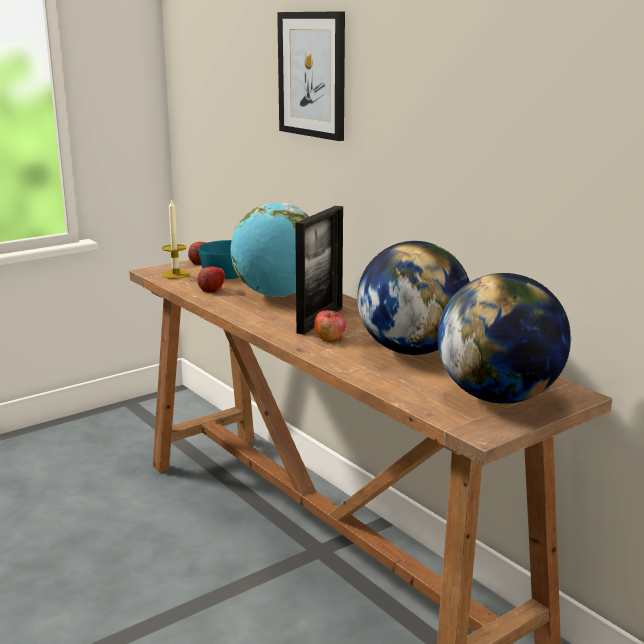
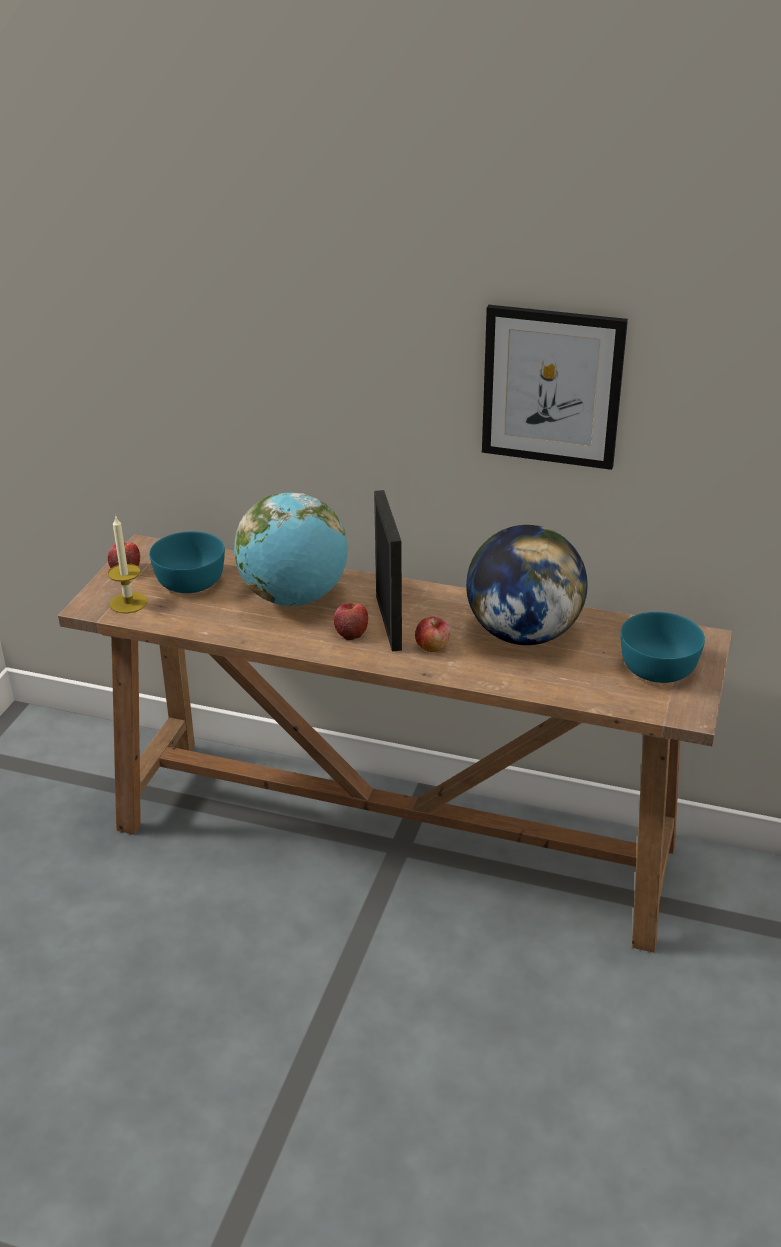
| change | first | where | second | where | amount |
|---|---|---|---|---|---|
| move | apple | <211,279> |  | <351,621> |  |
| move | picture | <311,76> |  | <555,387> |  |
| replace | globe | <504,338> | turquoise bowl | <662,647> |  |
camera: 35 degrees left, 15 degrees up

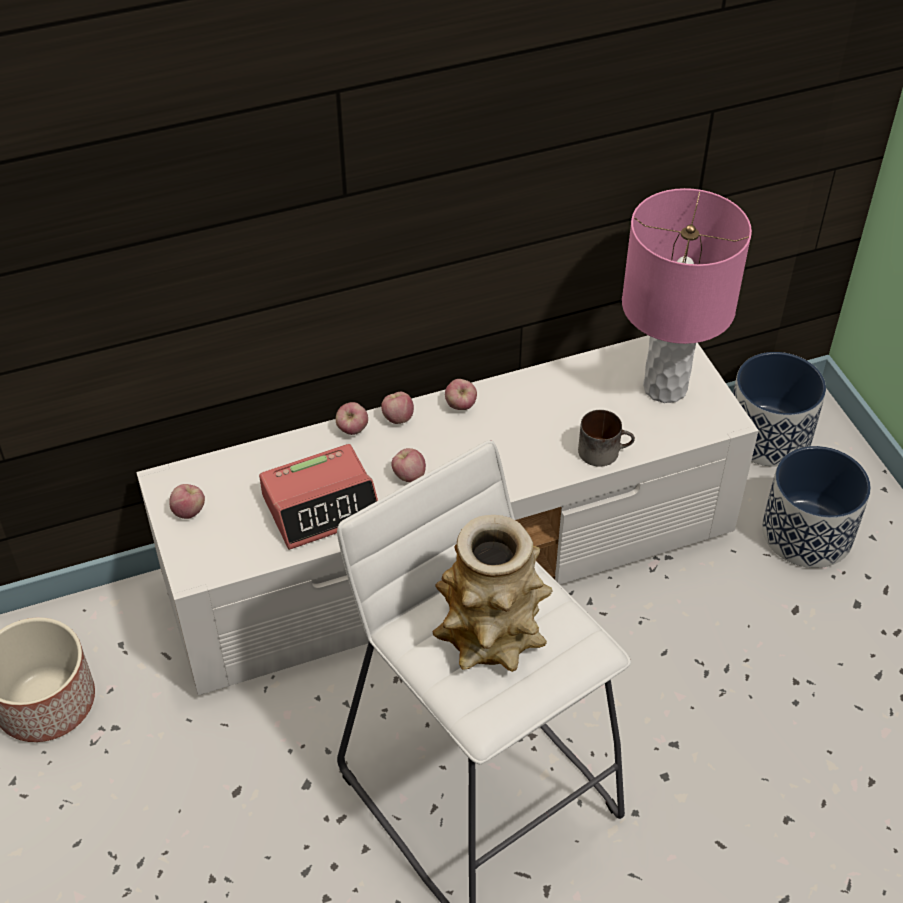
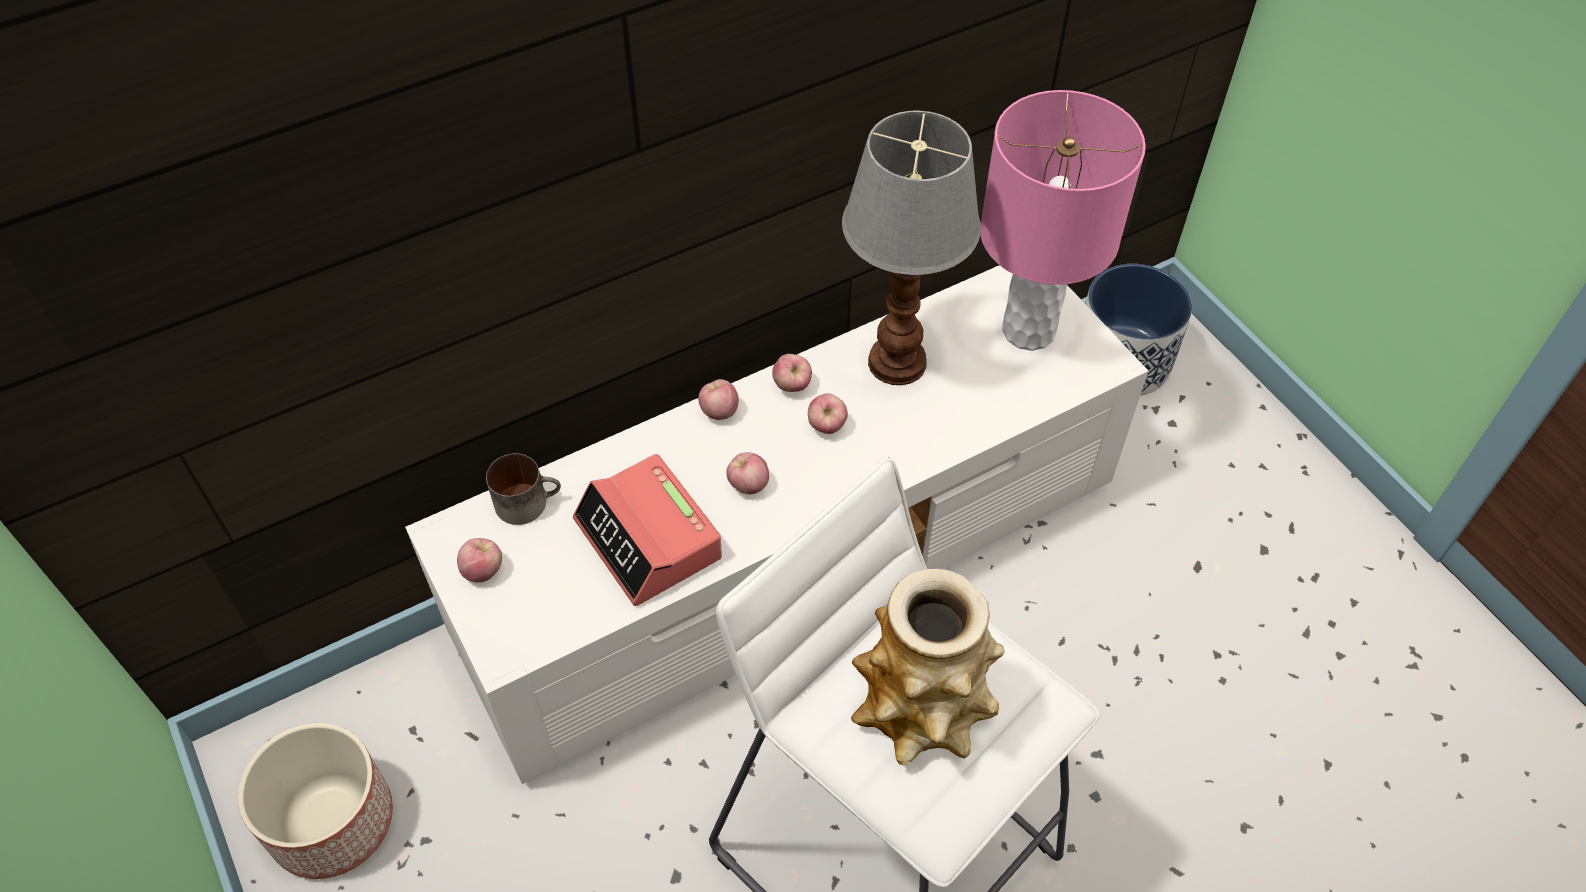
| change | first | where | second | where | amount |
|---|---|---|---|---|---|
| move | mug | <606,438> |  | <523,489> |  |
| rotate | alarm clock | <318,497> |  | <647,530> | 90 degrees clockwise |
| move | apple | <352,418> |  | <828,413> |  |
| insert |  |  | table lamp | <911,248> |  |
| delete | planter | <816,507> |  |  |  |
camera: 10 degrees left, 5 degrees up

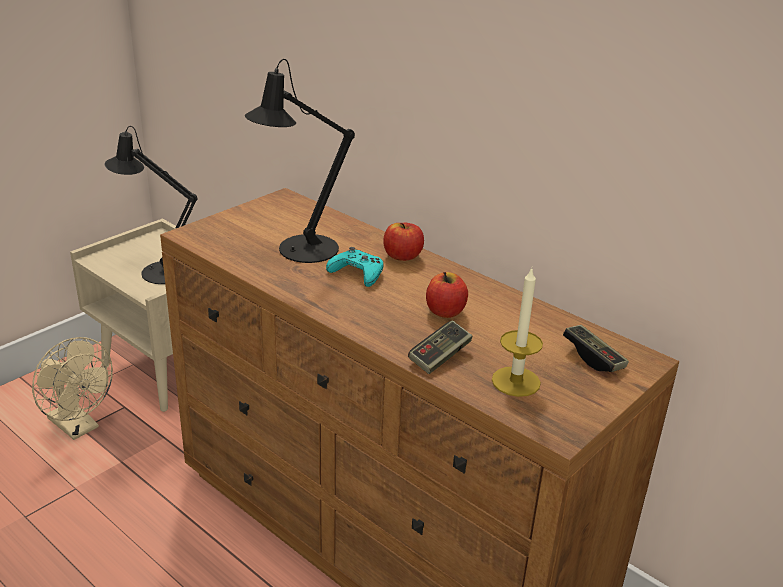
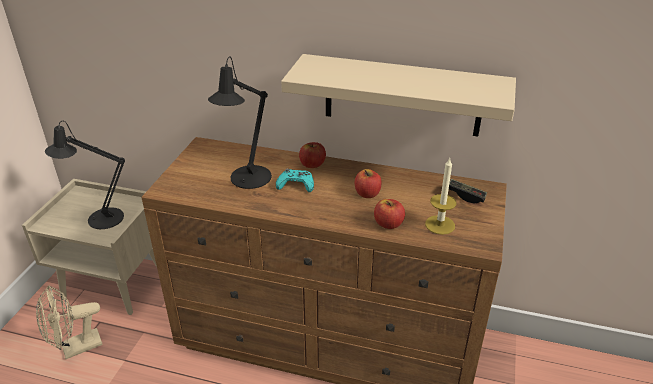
| change | first | where | second | where | amount |
|---|---|---|---|---|---|
| rotate | beige fan | <72,388> |  | <69,322> | 135 degrees clockwise |
| insert |  |  | beige shelf | <398,95> |  |
| replace | game controller | <440,347> | apple | <389,214> |  |
camera: 25 degrees left, 5 degrees up

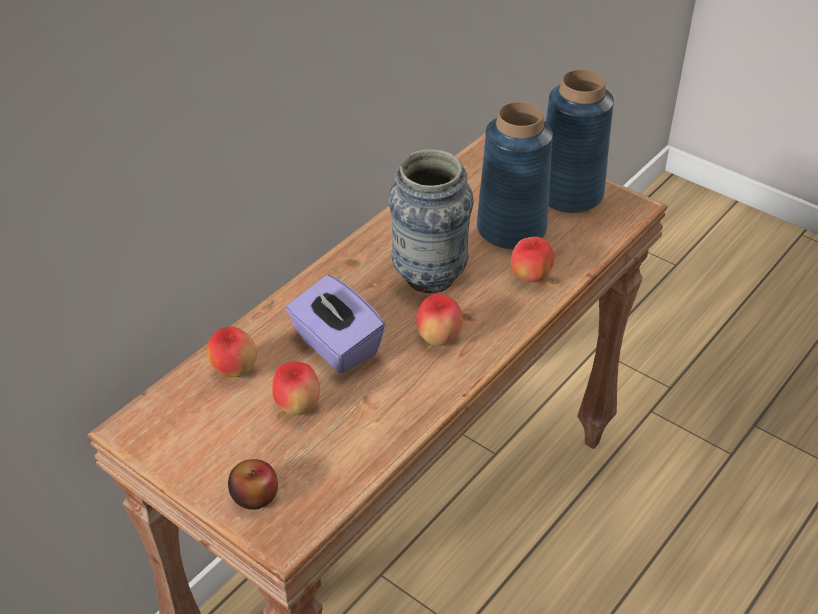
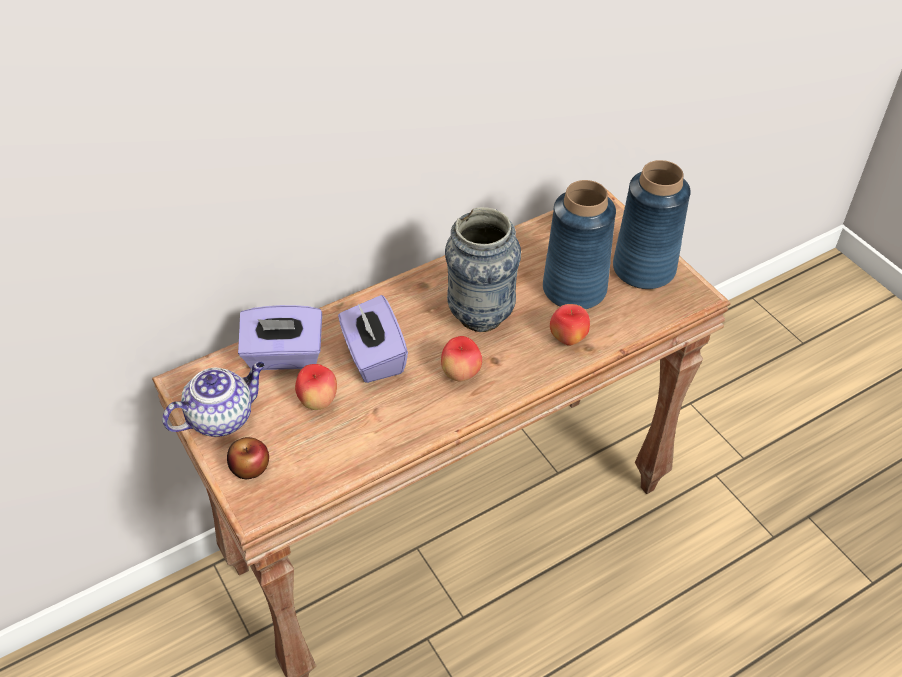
| change | first | where | second | where | amount |
|---|---|---|---|---|---|
| insert |  |  | teapot | <213,399> |  |
| replace | apple | <232,352> | purple tissue box | <280,337> |  |
camera: 20 degrees right, 5 degrees up

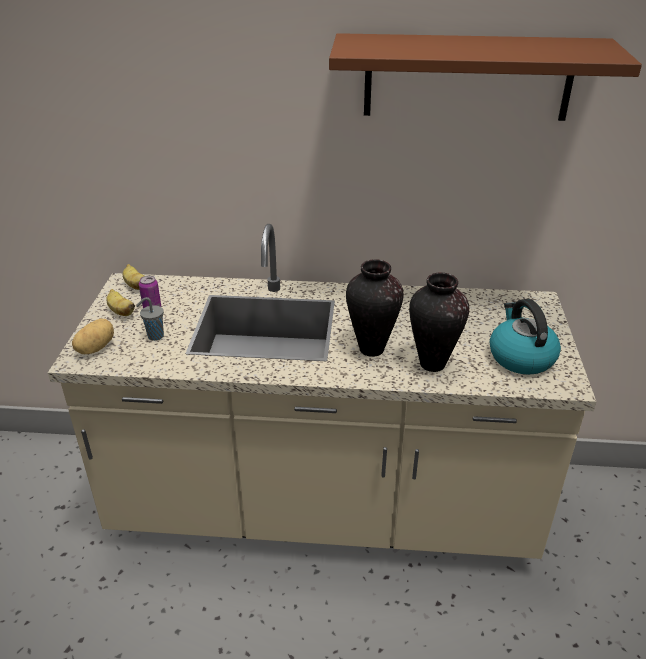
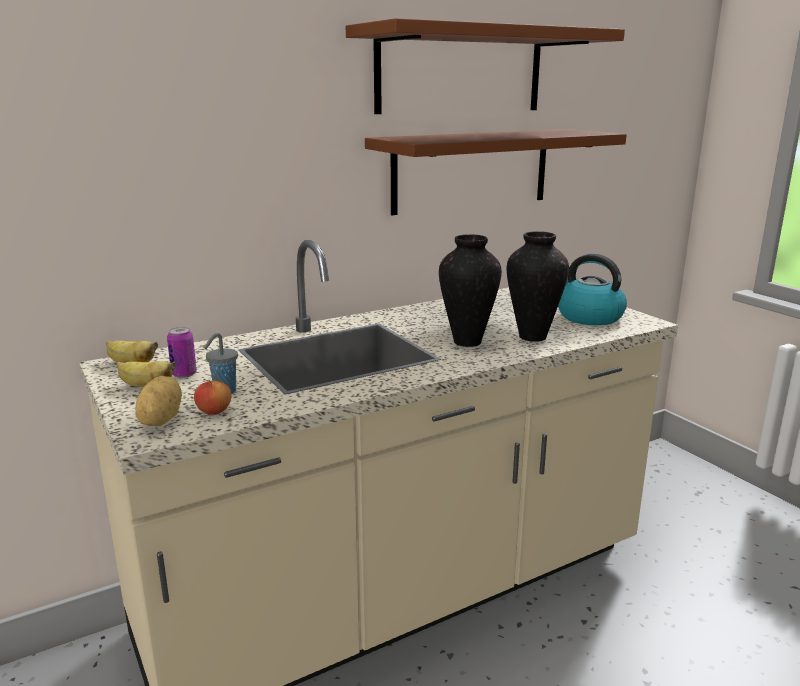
| change | first | where | second | where | amount |
|---|---|---|---|---|---|
| insert |  |  | apple | <212,397> |  |
| insert |  |  | brown shelf | <496,172> |  |
camera: 35 degrees left, 15 degrees down

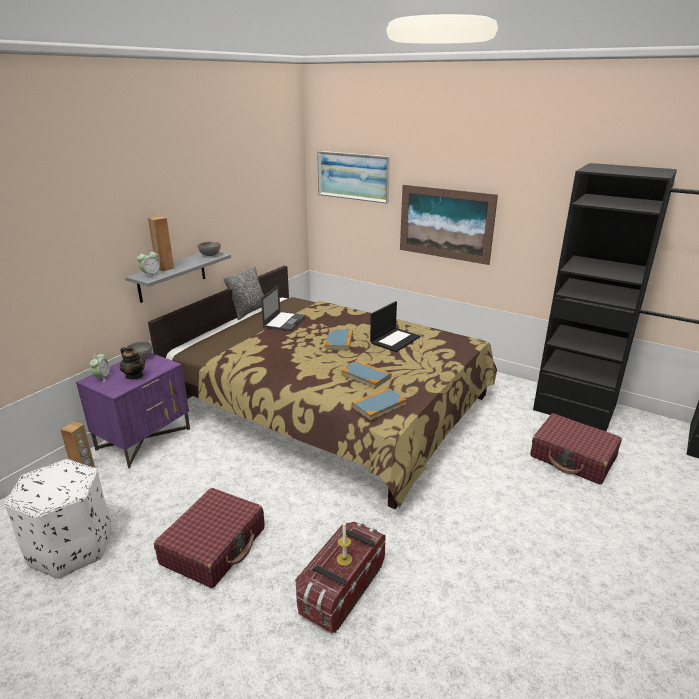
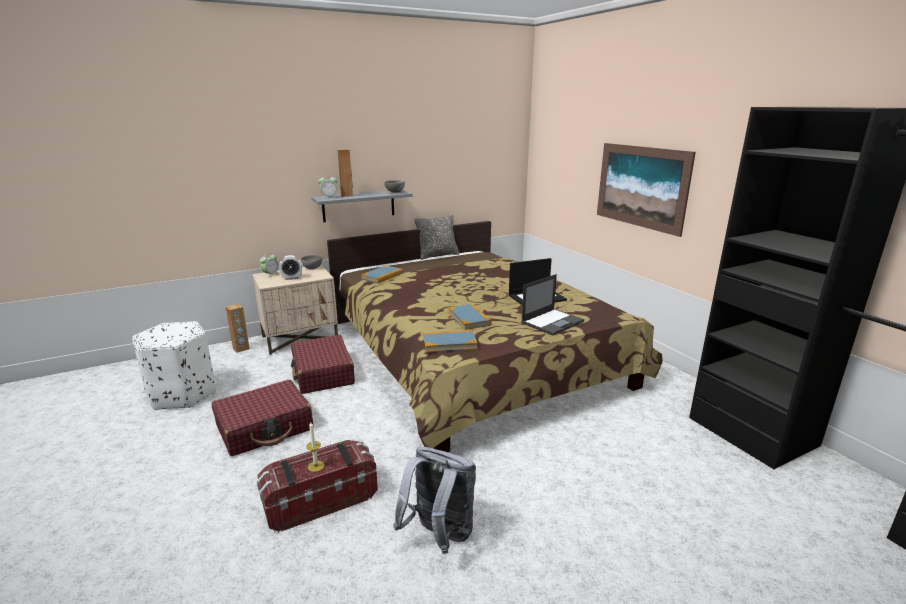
| change | first | where | second | where | amount |
|---|---|---|---|---|---|
| recolor | purple nightstand | <133,410> | beige nightstand | <295,310> |  |
| replace | teapot | <132,362> | alarm clock | <291,267> |  |
| move | red suitcase | <576,448> |  | <323,364> |  |
| move | book | <339,340> |  | <382,274> |  |
| insert |  |  | grey backpack | <434,500> |  |
| move | laptop | <283,308> |  | <552,304> |  |
| delete | picture | <353,177> |  |  |  |
camera: 30 degrees right, 5 degrees down

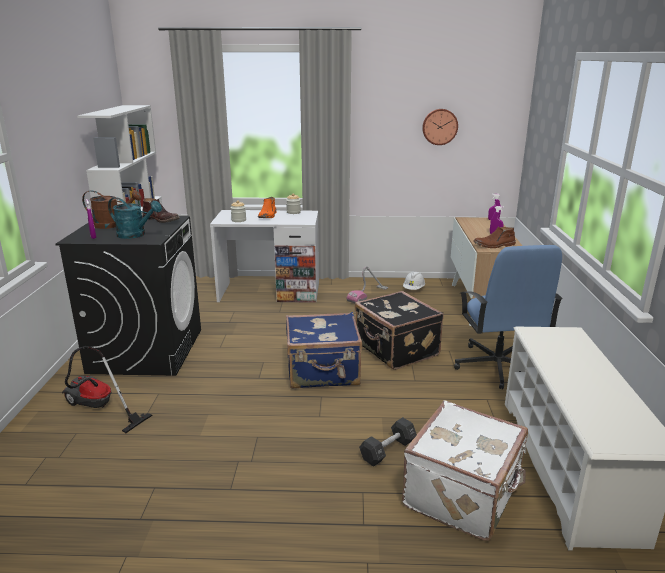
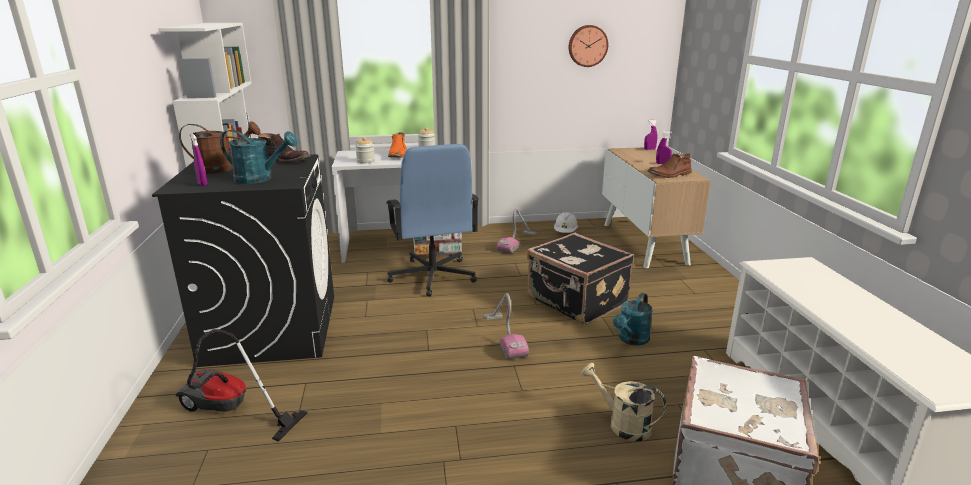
| change | first | where | second | where | amount |
|---|---|---|---|---|---|
| move | blue office chair | <508,317> |  | <432,220> |  |
| replace | blue suitcase | <324,350> | vacuum cleaner | <506,326> |  |
| replace | black dumbbell | <388,442> | beige watering can | <623,402> |  |
| insert |  |  | turquoise watering can | <632,319> |  |
camera: 10 degrees left, 0 degrees up

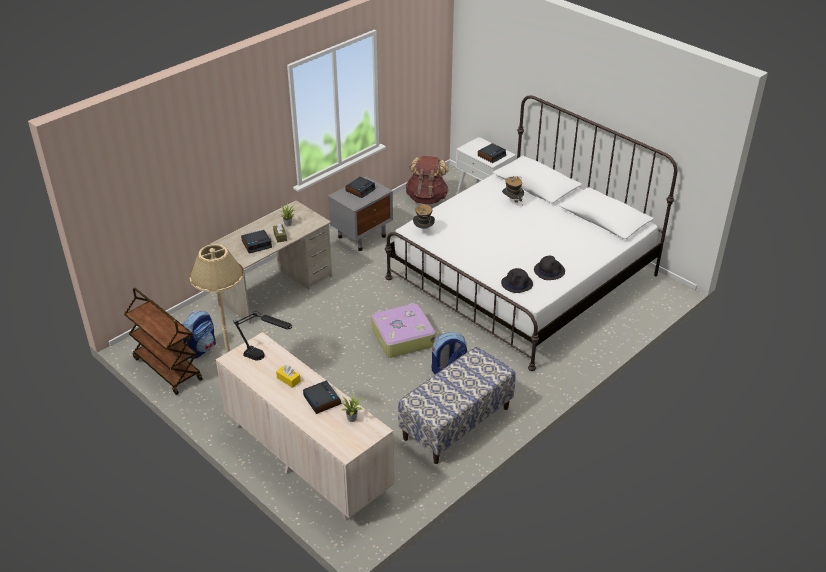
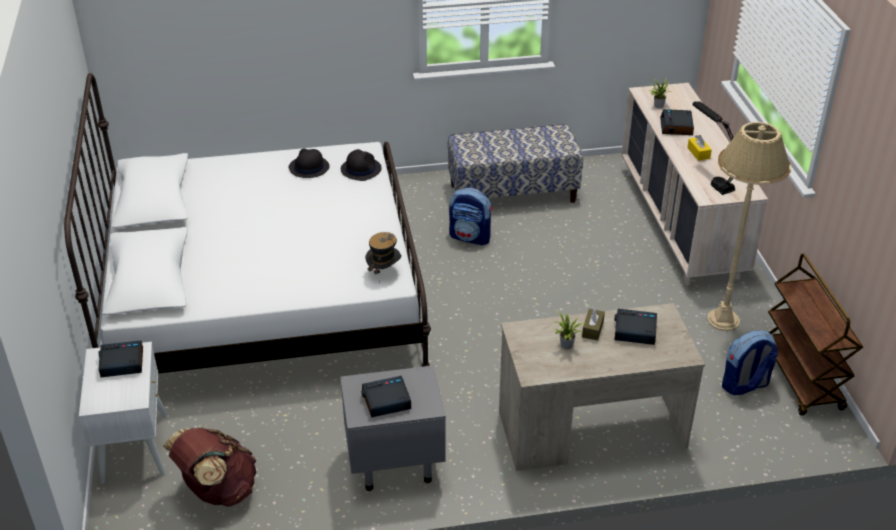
| change | first | where | second | where | amount |
|---|---|---|---|---|---|
| delete | suitcase | <403,330> |  |  |  |
| delete | hat | <513,189> |  |  |  |
camera: 145 degrees left, 0 degrees up

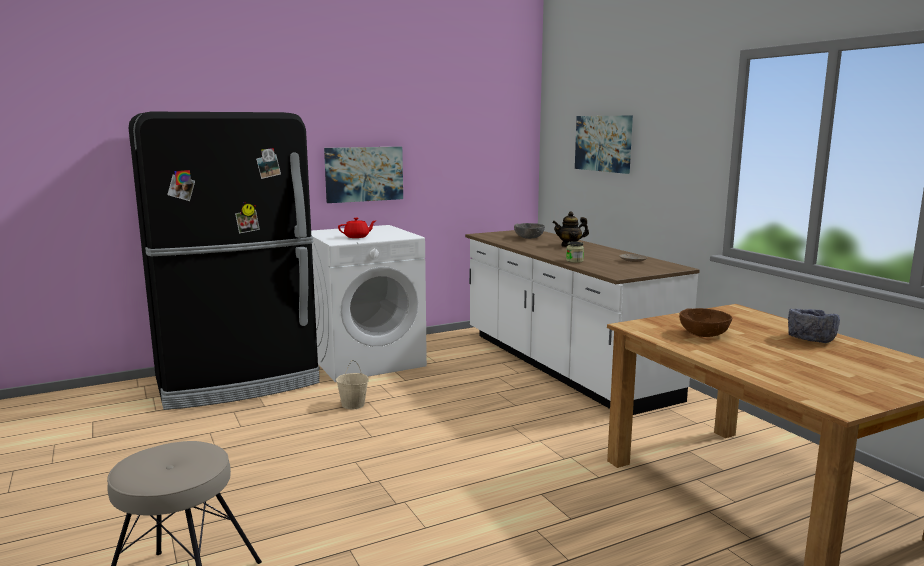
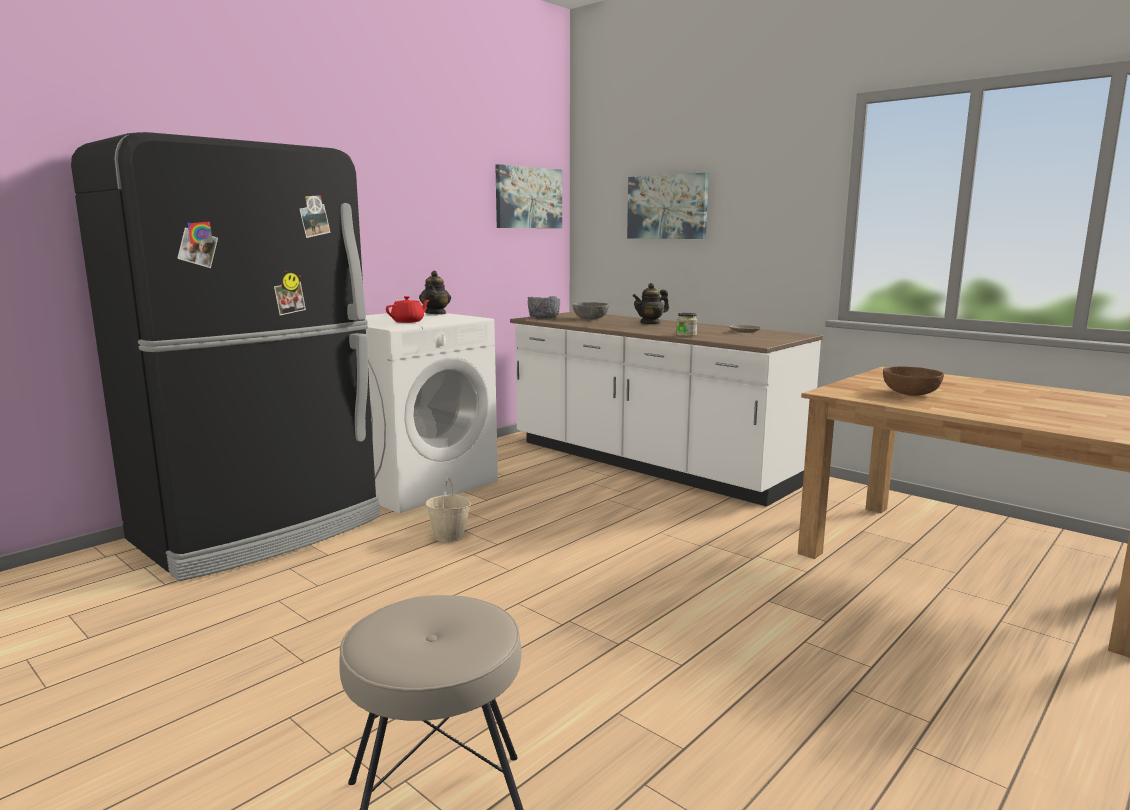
| change | first | where | second | where | amount |
|---|---|---|---|---|---|
| insert |  |  | teapot | <435,292> |  |
| move | picture | <363,175> |  | <528,196> |  |
| move | grey bowl | <814,326> |  | <544,307> |  |
camera: 20 degrees left, 0 degrees up

